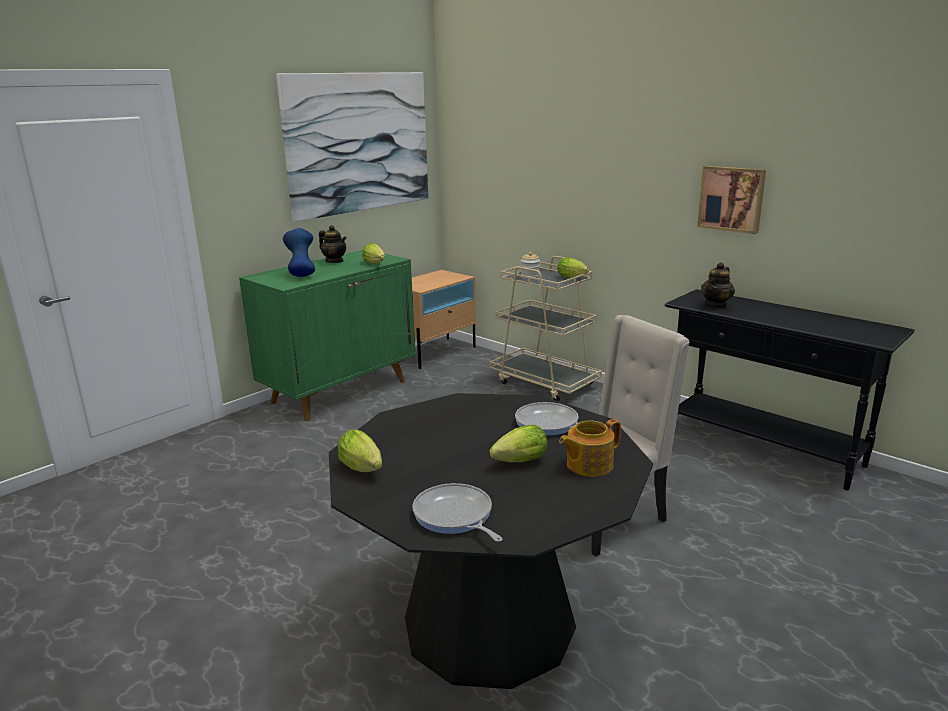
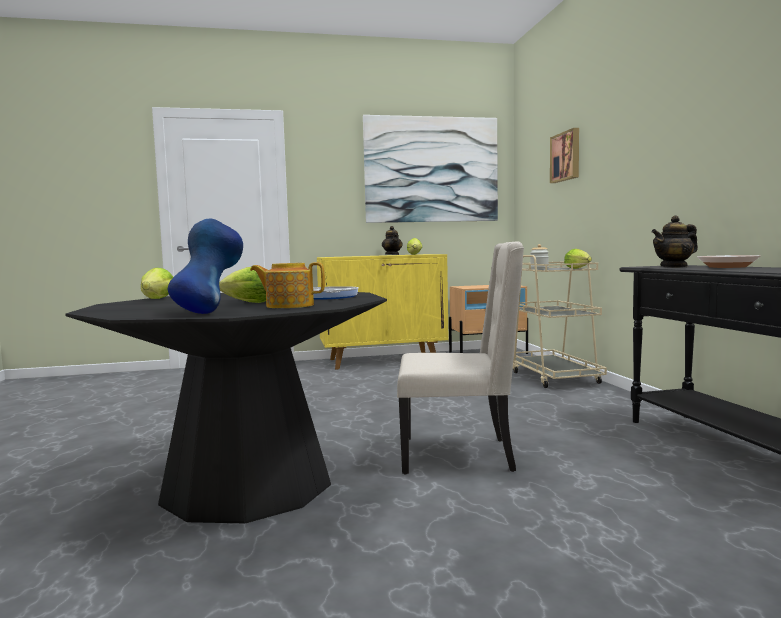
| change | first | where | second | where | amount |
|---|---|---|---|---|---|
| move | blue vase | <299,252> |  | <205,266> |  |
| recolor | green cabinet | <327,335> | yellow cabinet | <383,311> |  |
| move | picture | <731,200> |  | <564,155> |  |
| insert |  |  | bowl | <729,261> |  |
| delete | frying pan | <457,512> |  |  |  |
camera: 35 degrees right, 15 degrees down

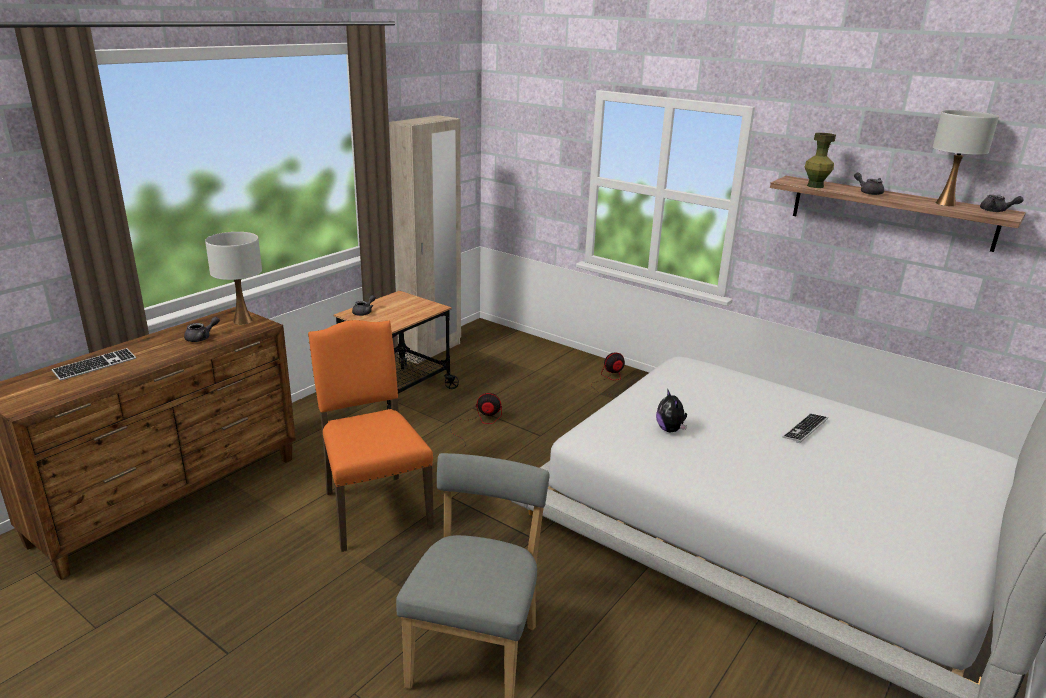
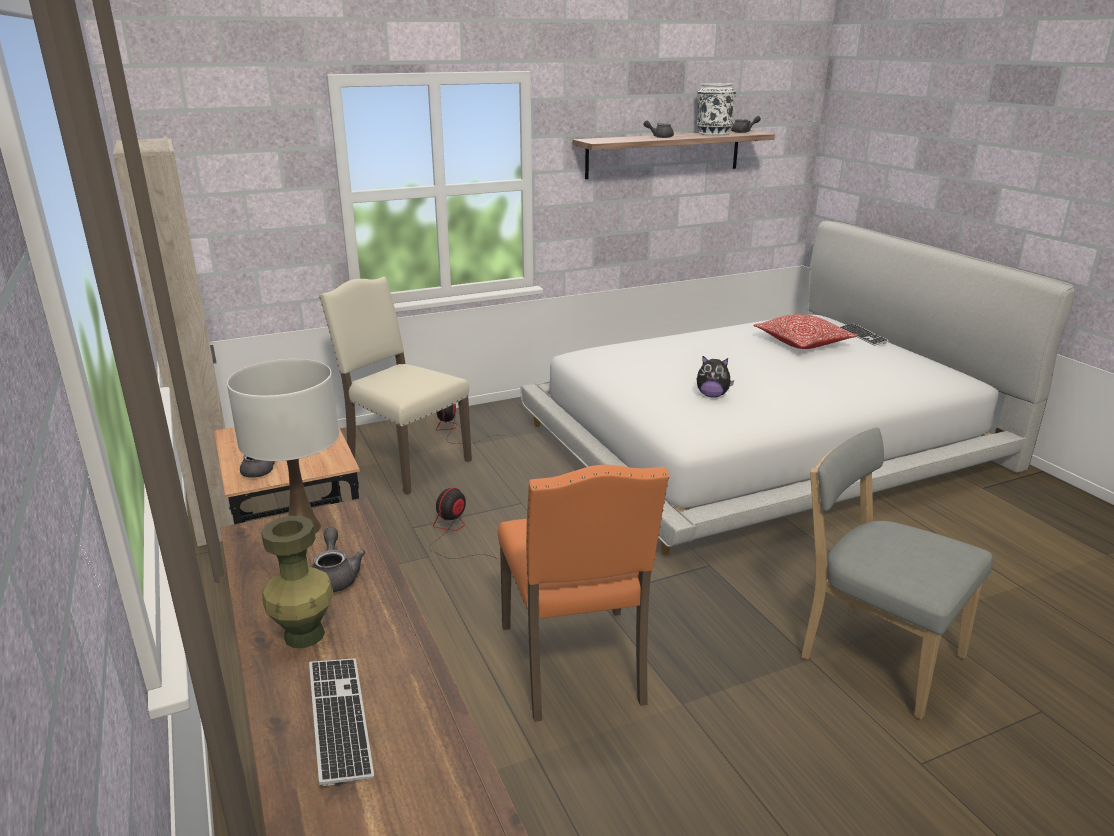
| change | first | where | second | where | amount |
|---|---|---|---|---|---|
| move | green vase | <820,160> |  | <297,582> |  |
| insert |  |  | beige chair | <395,386> |  |
| rotate | orange chair | <371,436> |  | <583,593> | 105 degrees counterclockwise |
| replace | white table lamp | <966,158> | white vase | <716,109> |  |
| insert |  |  | pillow | <805,331> |  |
| move | keyboard | <805,428> |  | <864,334> |  |
camera: 60 degrees left, 0 degrees up

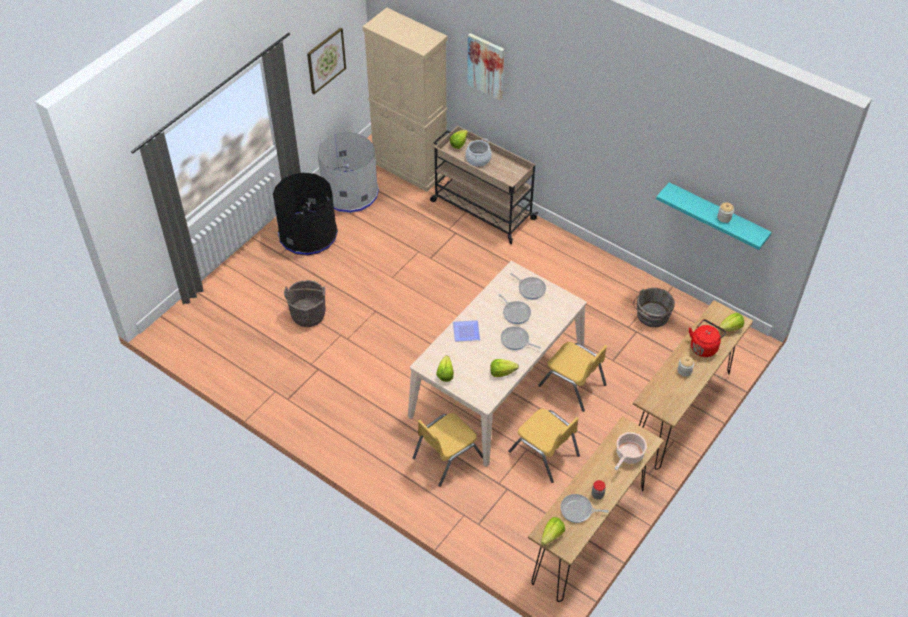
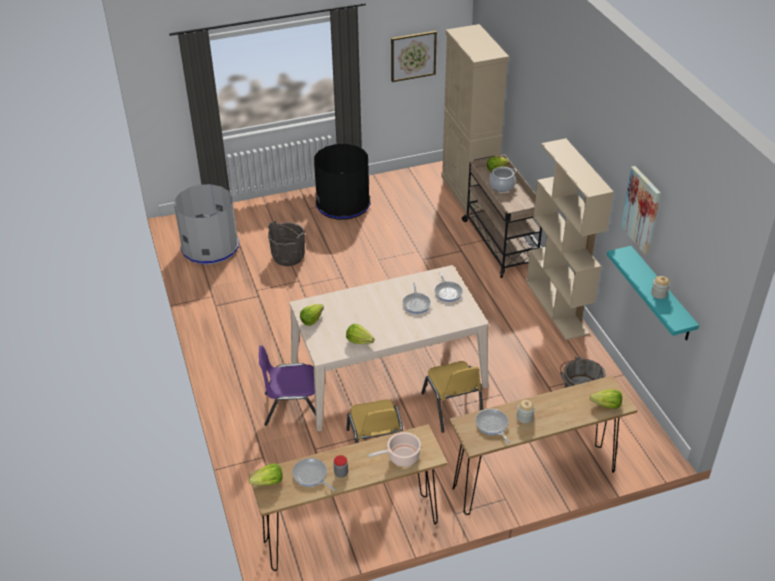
| change | first | where | second | where | amount |
|---|---|---|---|---|---|
| move | grey trash can | <348,172> |  | <206,224> |  |
| recolor | yellow chair | <448,450> | purple chair | <287,385> |  |
| move | frying pan | <521,338> |  | <492,426> |  |
| insert |  |  | beige bookcase | <570,239> |  |
| move | picture | <485,67> |  | <641,210> |  |
| delete | plate | <466,331> |  |  |  |
| delete | red kettle | <708,338> |  |  |  |
camera: 35 degrees right, 10 degrees down

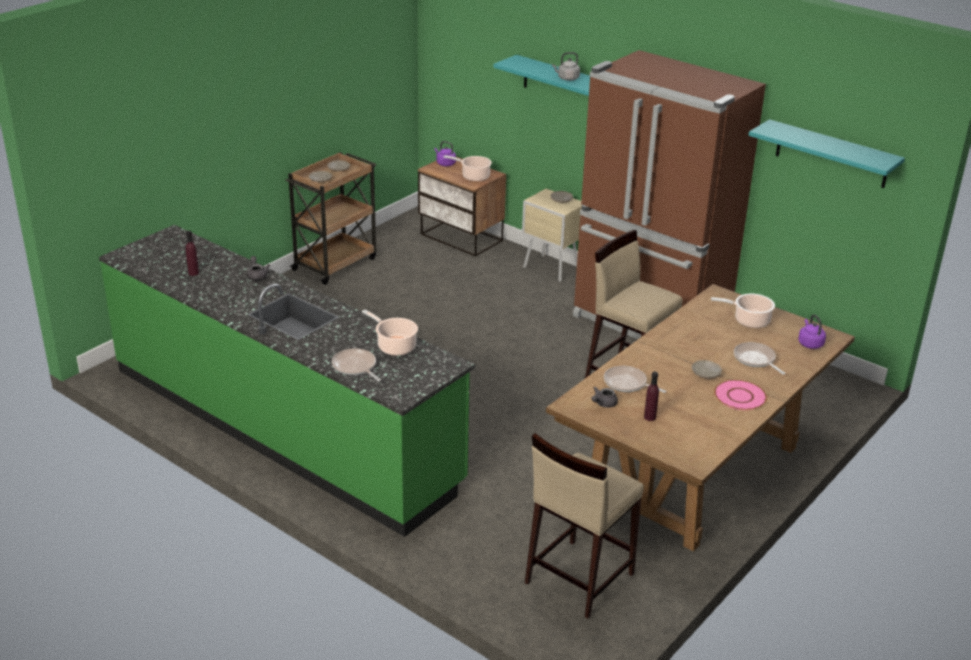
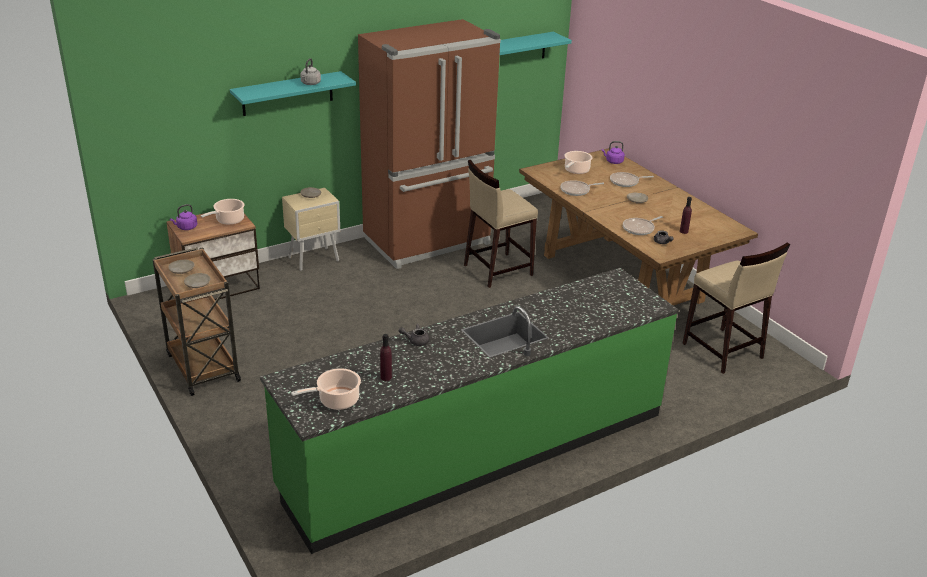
| change | first | where | second | where | amount |
|---|---|---|---|---|---|
| move | cooking pot | <390,333> |  | <326,389> |  |
| move | frying pan | <356,364> |  | <582,188> |  |
| delete | pink plate | <740,395> |  |  |  |
camera: 70 degrees left, 0 degrees up

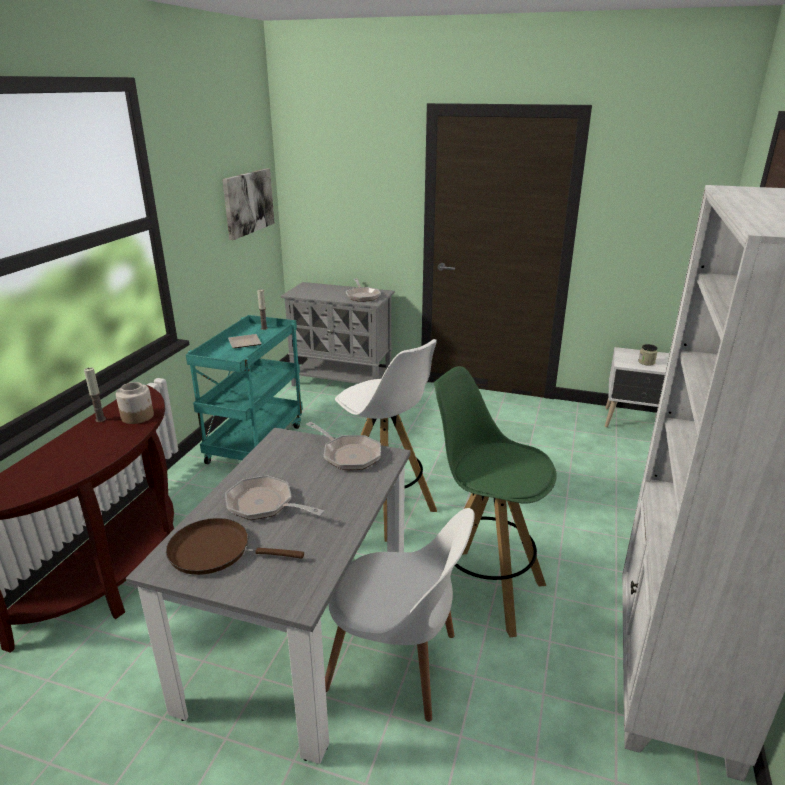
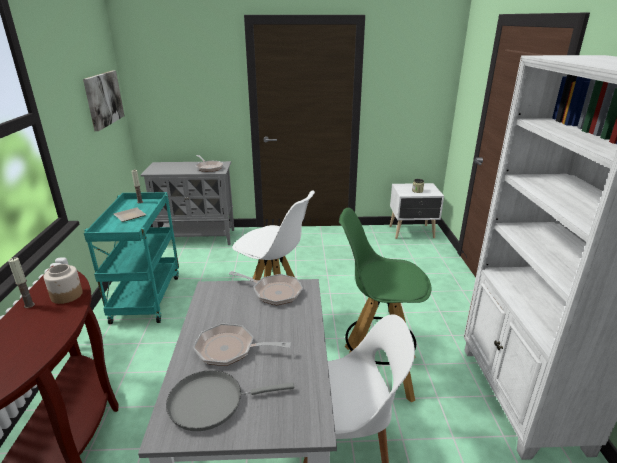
| change | first | where | second | where | amount |
|---|---|---|---|---|---|
| recolor | brown frying pan | <235,546> | grey frying pan | <230,400> |  |
camera: 20 degrees left, 0 degrees up

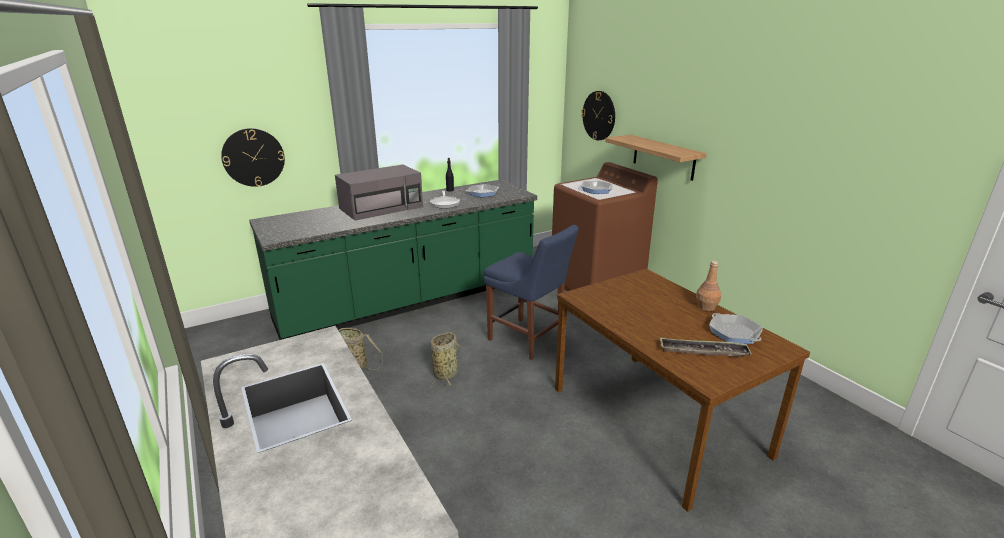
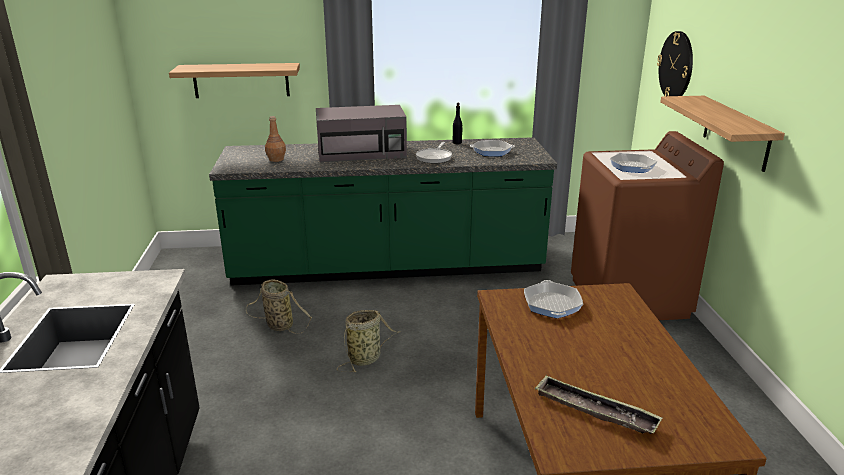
| change | first | where | second | where | amount |
|---|---|---|---|---|---|
| replace | wall clock | <253,157> | shelf | <234,80> |  |
| move | brown bottle | <708,286> |  | <275,139> |  |
| move | frying pan | <736,328> |  | <553,299> |  |
| delete | blue chair | <530,292> |  |  |  |
camera: 25 degrees right, 0 degrees up

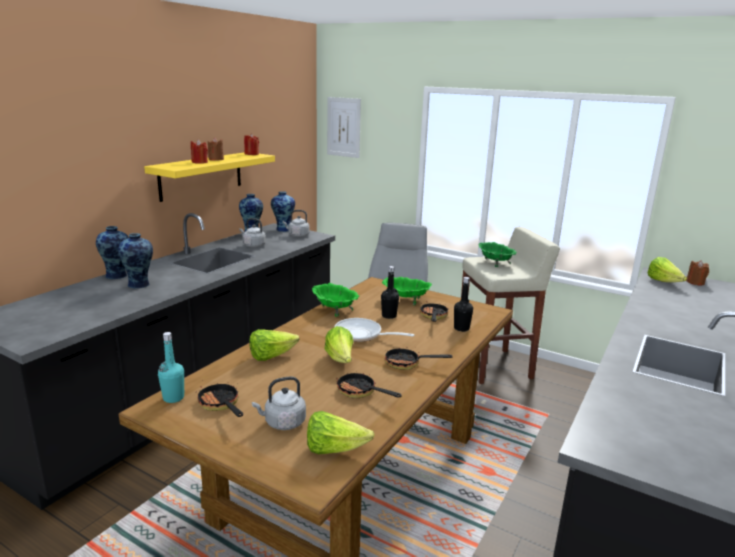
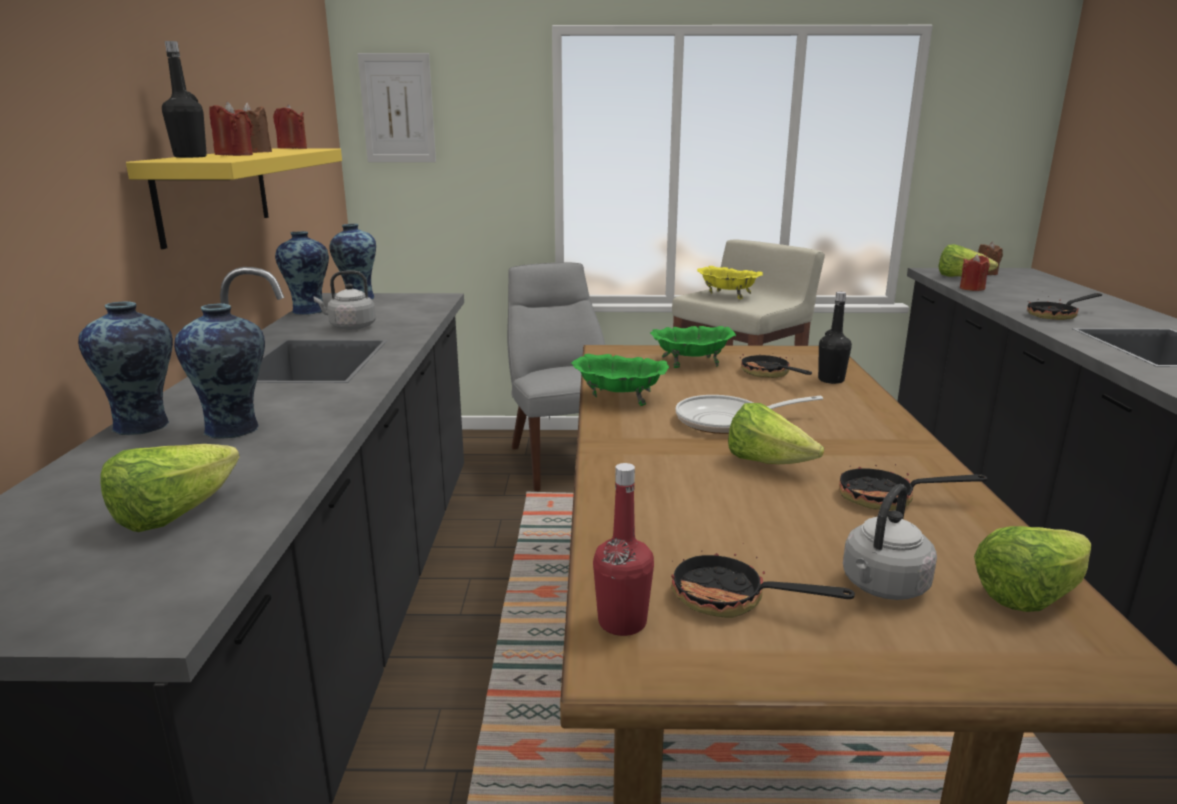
| change | first | where | second | where | amount |
|---|---|---|---|---|---|
| move | lettuce | <274,345> |  | <169,488> |  |
| move | black bottle | <390,292> |  | <184,99> |  |
| recolor | turquoise bottle | <171,367> | red bottle | <623,549> |  |
| recolor | green bowl | <498,254> | yellow bowl | <730,282> |  |
| insert |  |  | red candle | <975,272> |  |
| move | frying pan | <418,358> |  | <1064,306> |  |
| delete | grey kettle | <296,223> |  |  |  |
camera: 30 degrees left, 0 degrees up

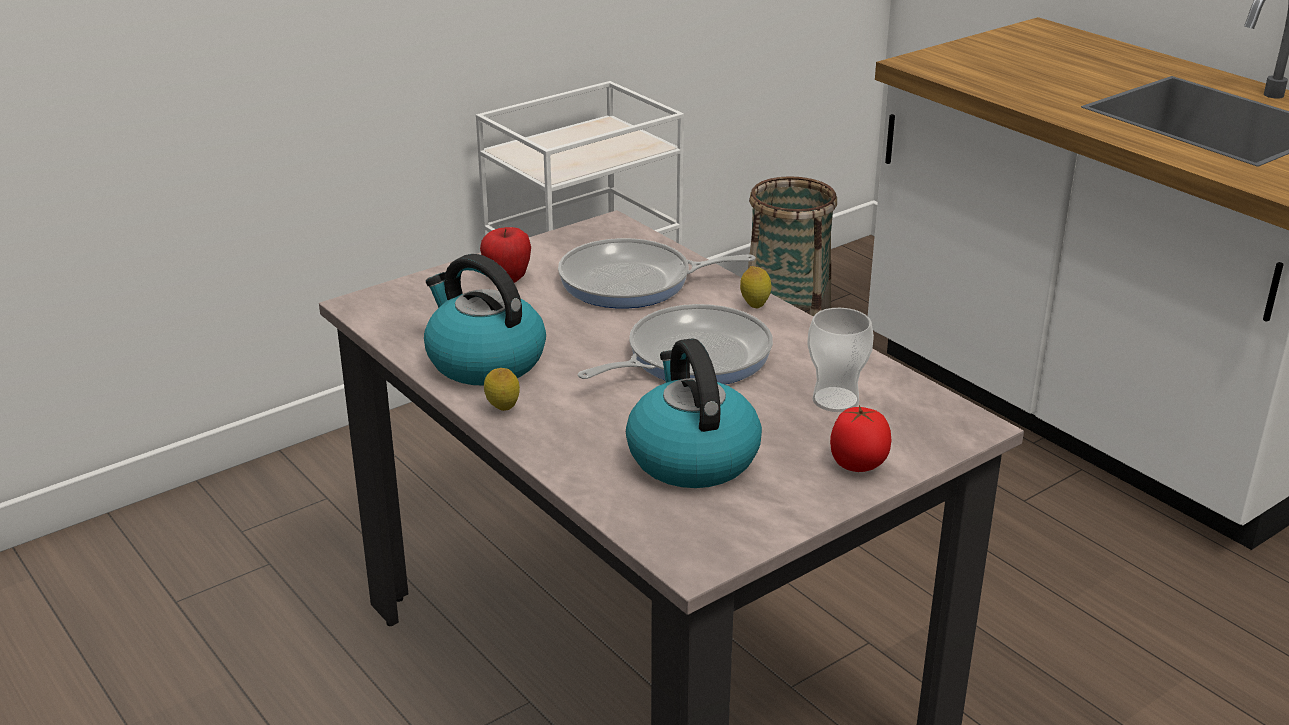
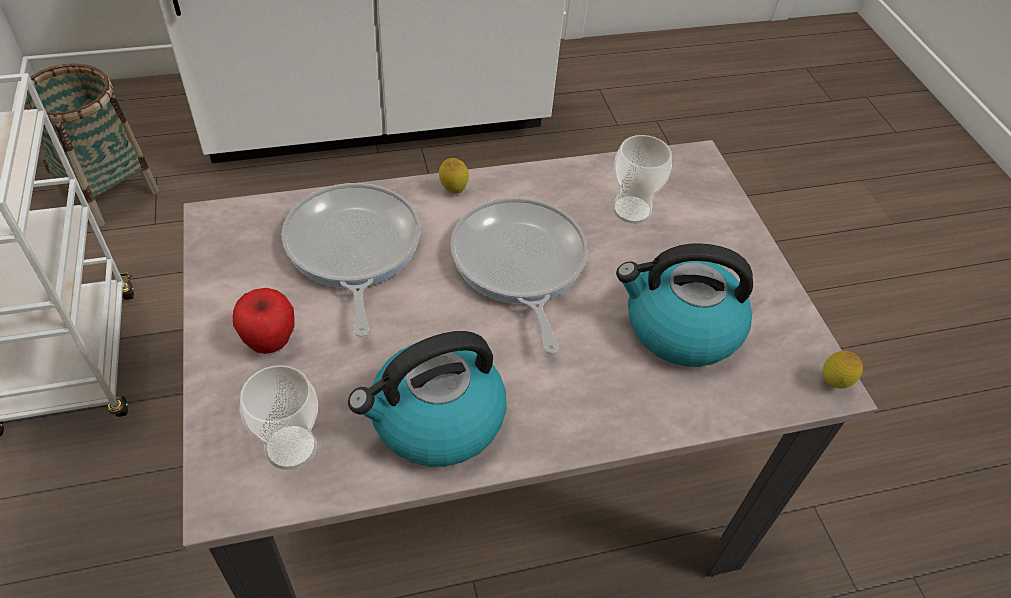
| change | first | where | second | where | amount |
|---|---|---|---|---|---|
| insert |  |  | cup | <278,417> |  |
| rotate | frying pan | <657,273> |  | <351,260> | 150 degrees clockwise |
| move | lemon | <502,389> |  | <842,369> |  |
| delete | tomato | <860,438> |  |  |  |
camera: 70 degrees left, 20 degrees up

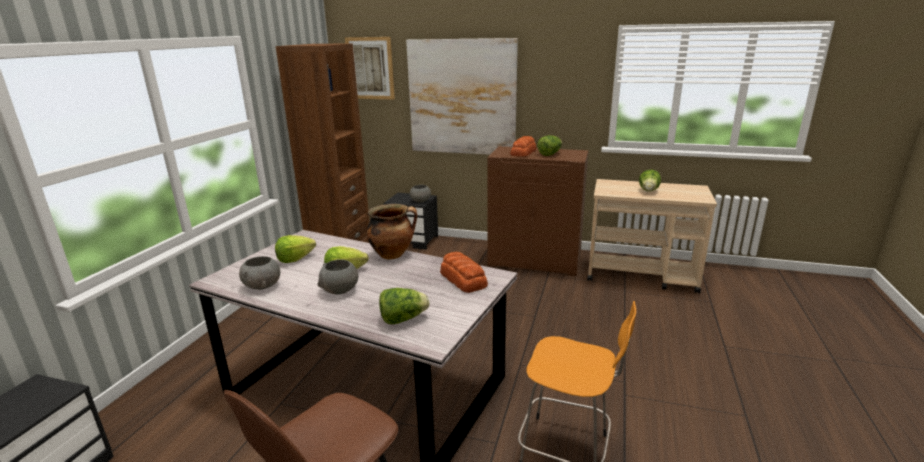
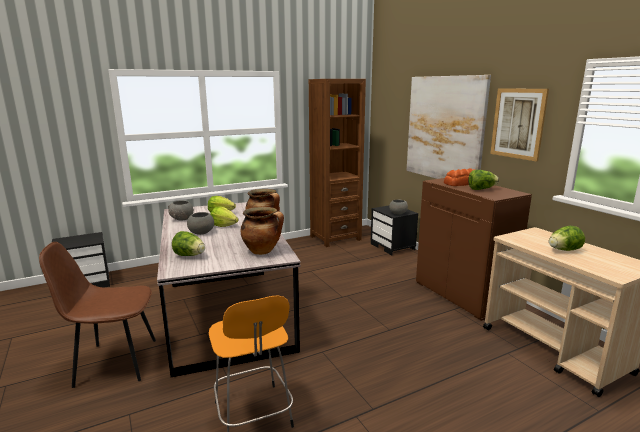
| change | first | where | second | where | amount |
|---|---|---|---|---|---|
| replace | bread | <464,272> | cooking pot | <262,231> |  |
| move | picture | <370,68> |  | <519,125> |  |
camera: 45 degrees right, 5 degrees down

